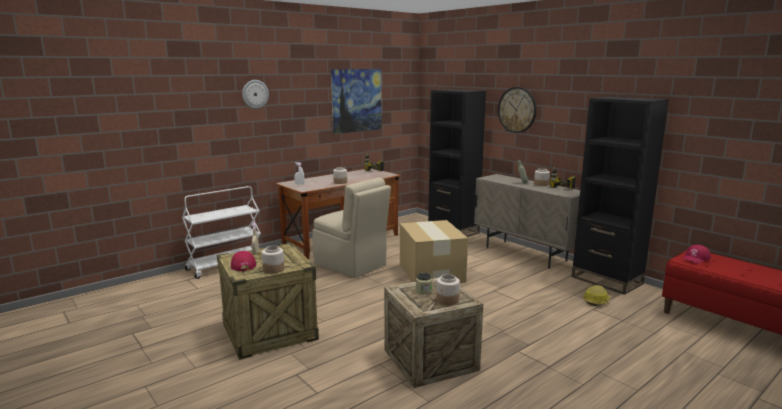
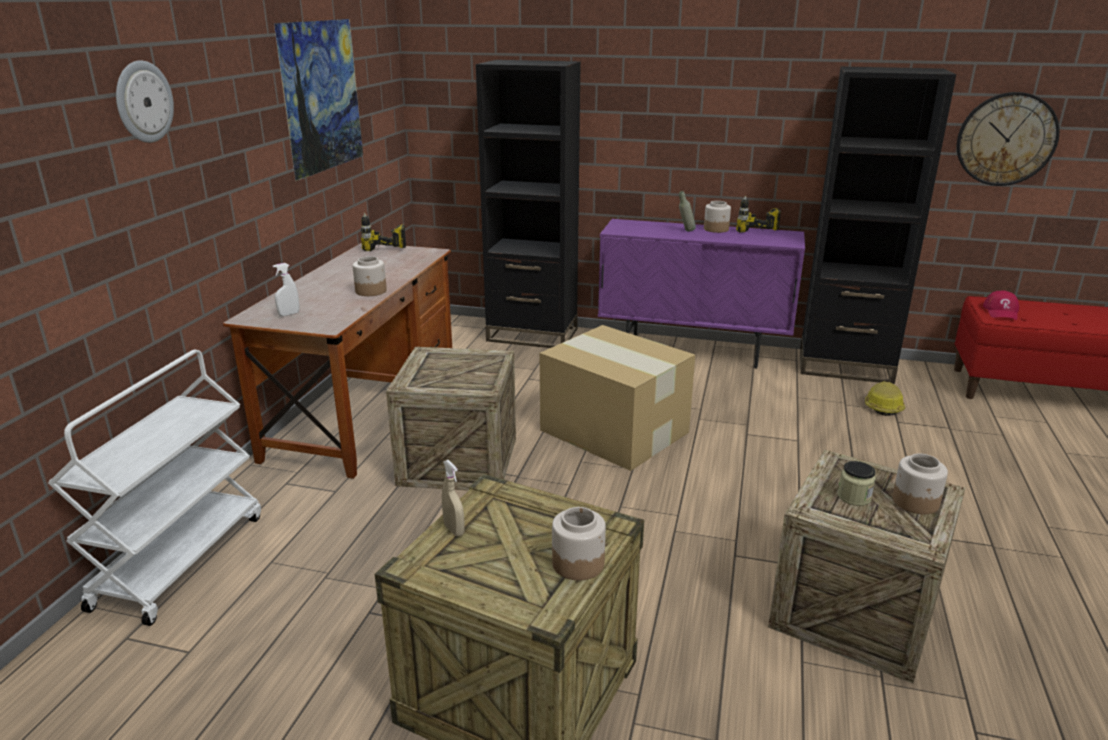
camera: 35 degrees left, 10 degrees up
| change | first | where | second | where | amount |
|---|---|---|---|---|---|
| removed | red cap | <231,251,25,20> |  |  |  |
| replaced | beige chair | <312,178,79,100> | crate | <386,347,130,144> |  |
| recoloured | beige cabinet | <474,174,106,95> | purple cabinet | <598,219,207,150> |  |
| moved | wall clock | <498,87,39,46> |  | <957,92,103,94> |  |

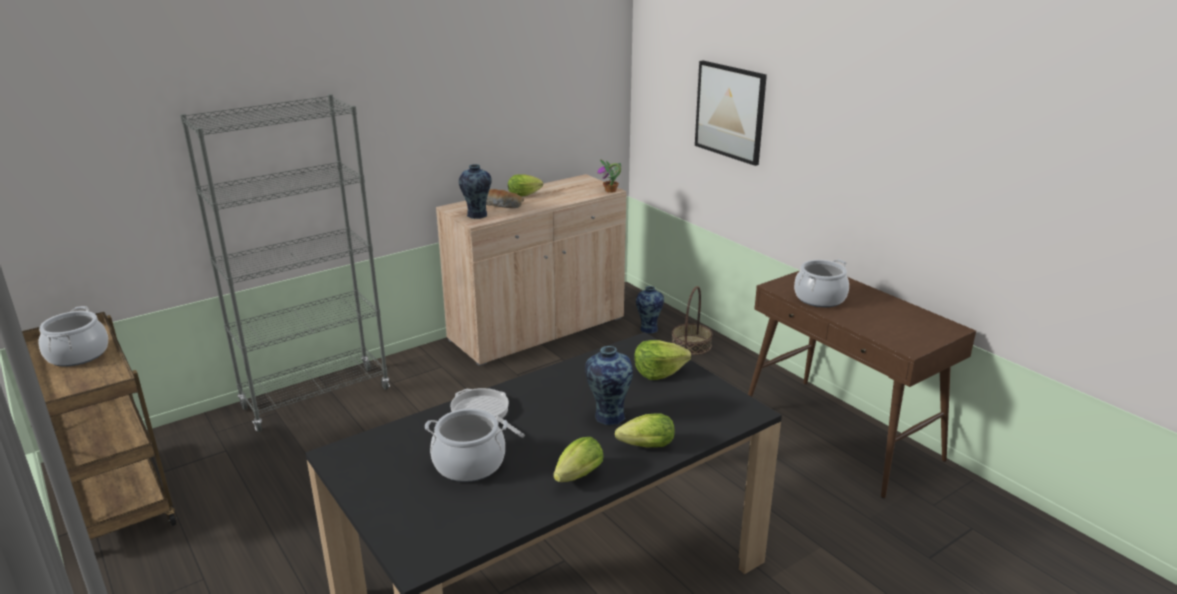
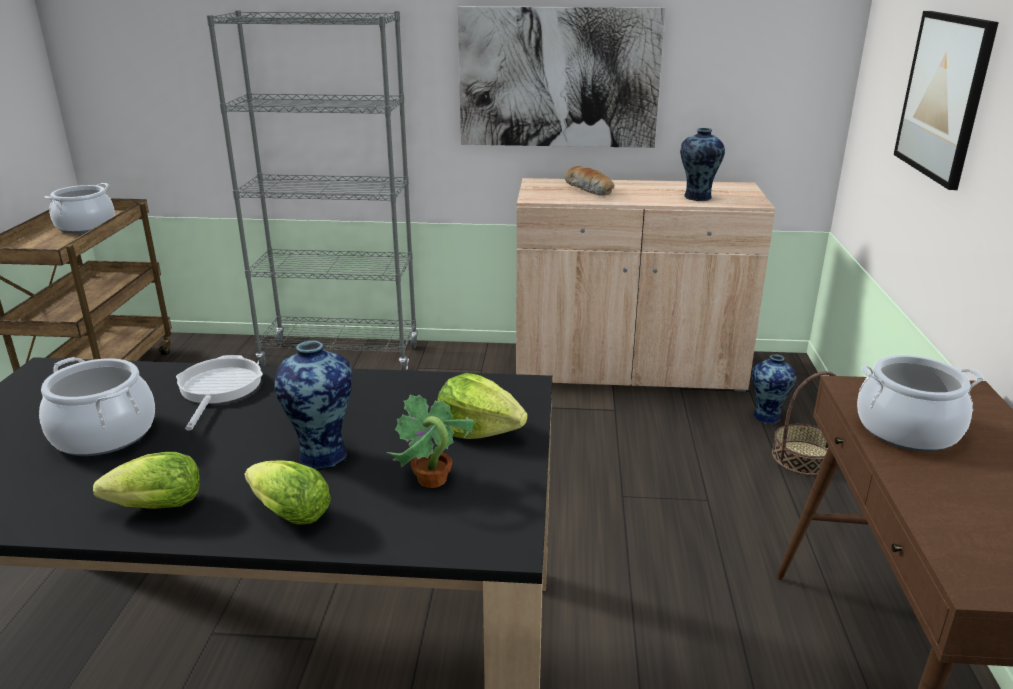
camera: 40 degrees right, 0 degrees up
| change | first | where | second | where | amount |
|---|---|---|---|---|---|
| moved | vase | <459,164,33,55> |  | <680,128,45,73> |  |
| removed | lettuce | <508,174,35,22> |  |  |  |
| moved | potted plant | <597,160,24,33> |  | <386,394,89,94> |  |
| added |  |  | picture | <458,7,207,141> |  |

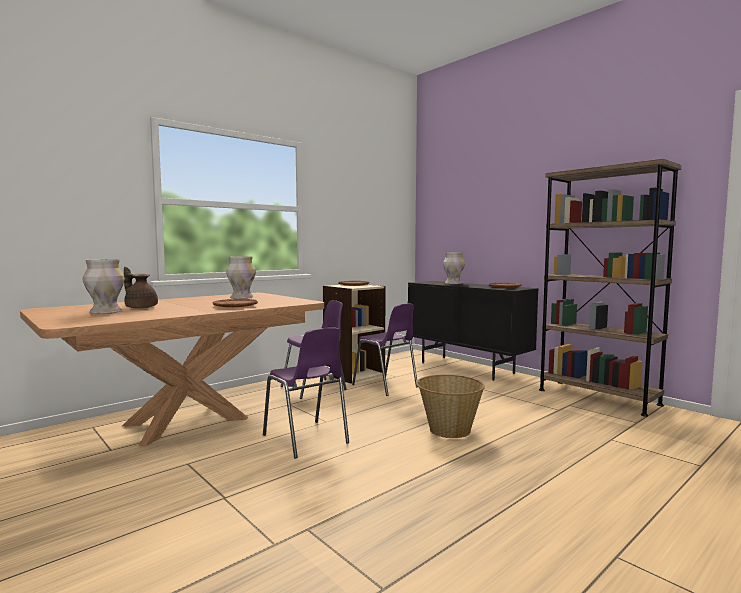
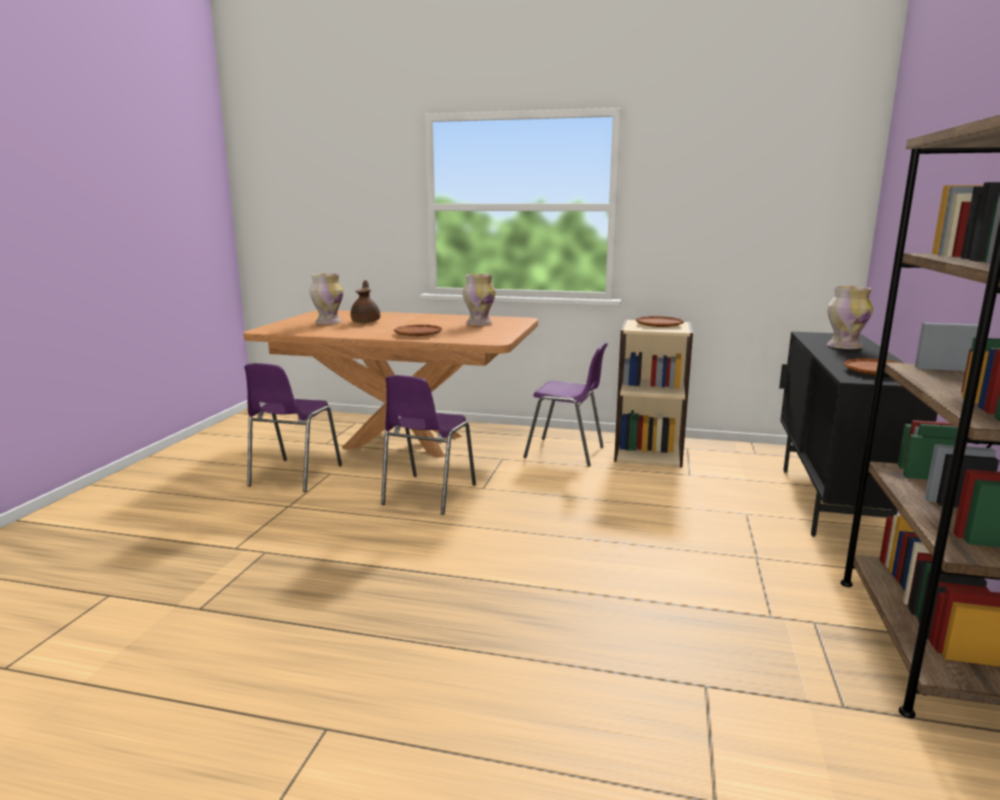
camera: 55 degrees right, 10 degrees up
| change | first | where | second | where | amount |
|---|---|---|---|---|---|
| moved | purple chair | <352,304,66,92> |  | <244,363,98,129> |  |
| removed | basket | <416,375,69,63> |  |  |  |

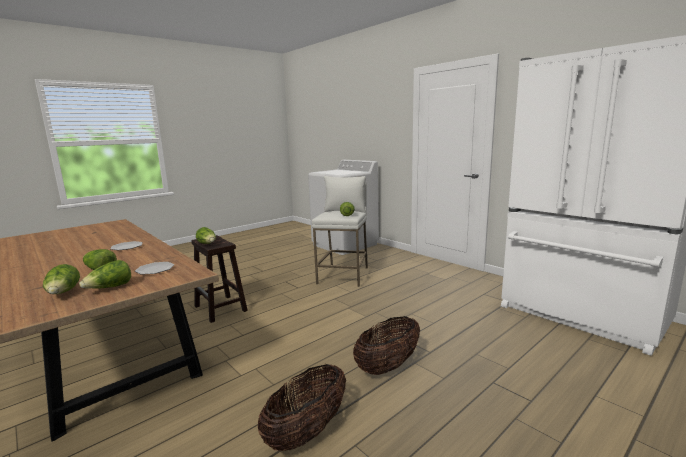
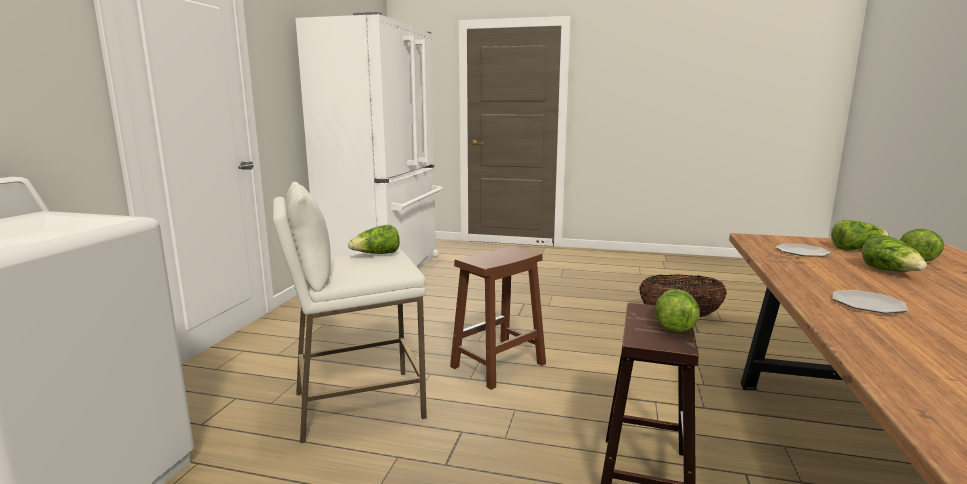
camera: 125 degrees left, 0 degrees up
| change | first | where | second | where | amount |
|---|---|---|---|---|---|
| removed | basket | <353,316,67,59> |  |  |  |
| added |  |  | brown stool | <450,246,96,144> |  |

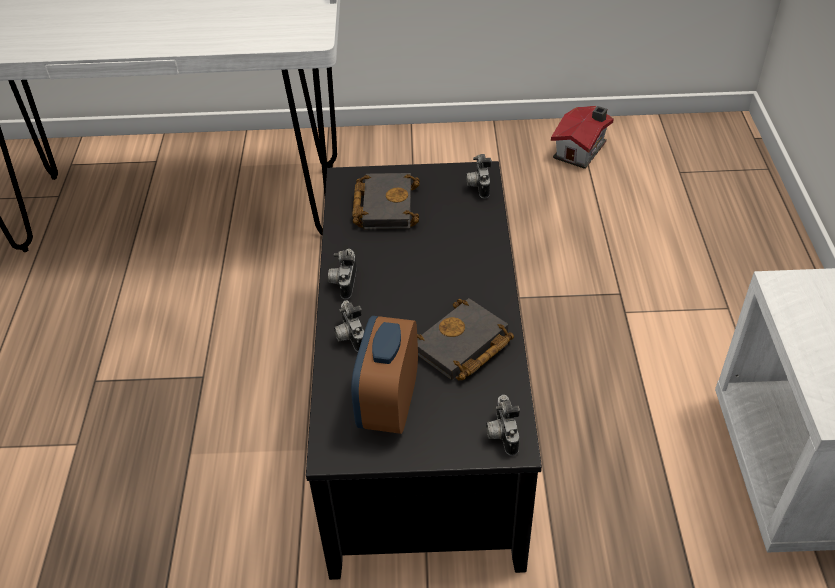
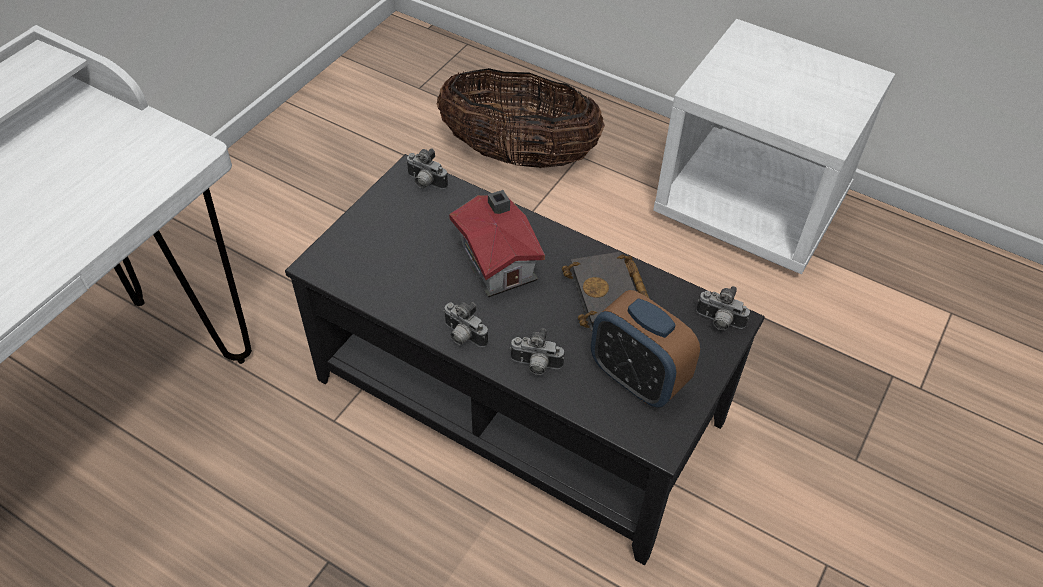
camera: 60 degrees left, 5 degrees up
| change | first | where | second | where | amount |
|---|---|---|---|---|---|
| removed | black book | <352,173,68,56> |  |  |  |
| moved | toy house | <551,106,63,63> |  | <449,190,96,107> |  |
| added |  |  | basket | <437,68,168,100> |  |

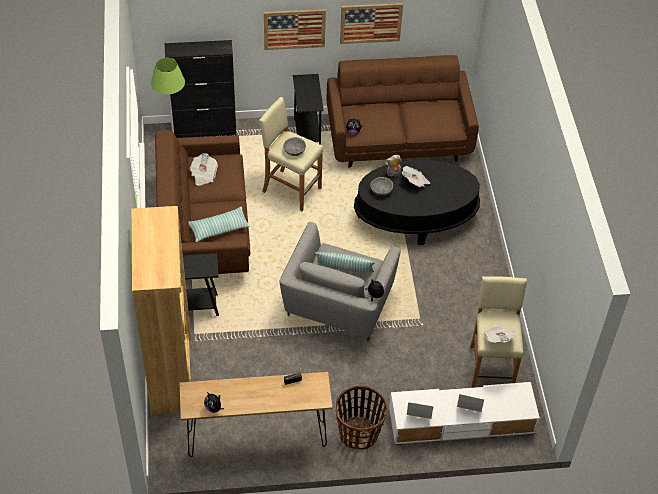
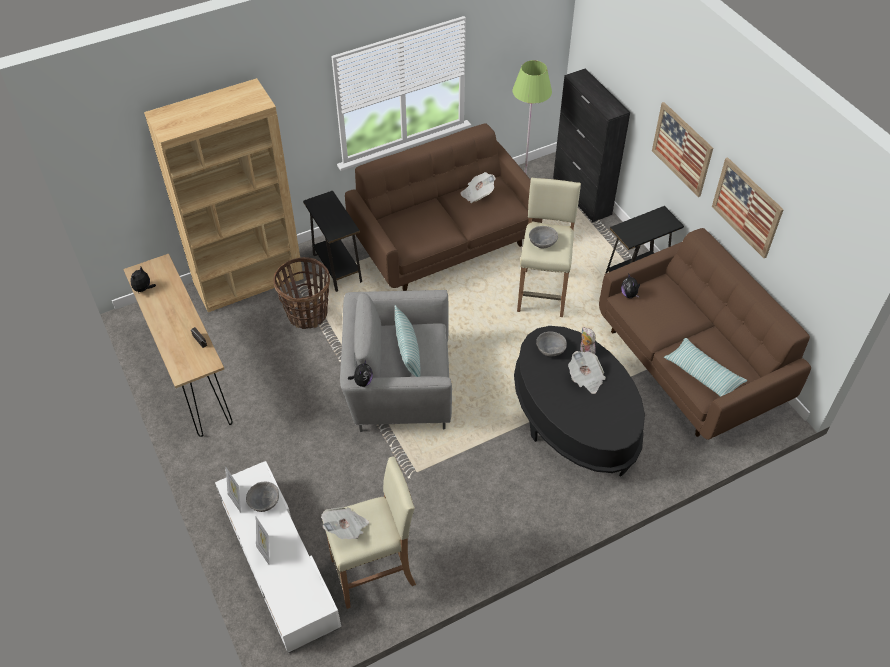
camera: 70 degrees right, 0 degrees up
| change | first | where | second | where | amount |
|---|---|---|---|---|---|
| moved | pillow | <188,207,62,35> |  | <664,338,83,59> |  |
| moved | basket | <335,386,53,64> |  | <274,257,56,72> |  |
| added |  |  | grey bowl | <246,482,33,30> |  |

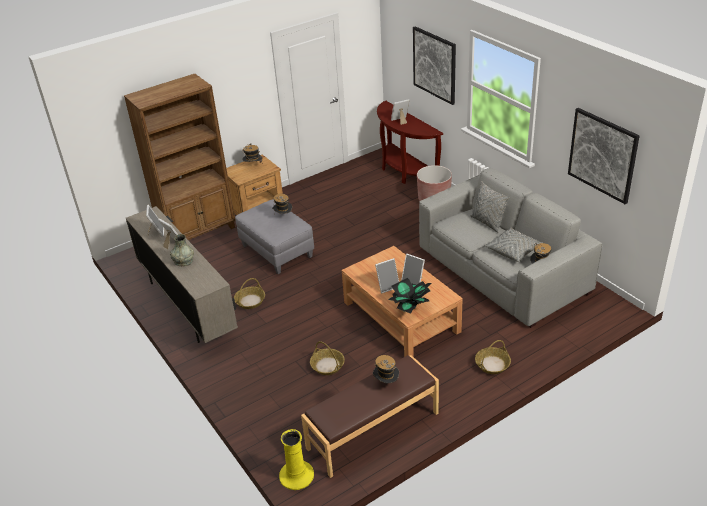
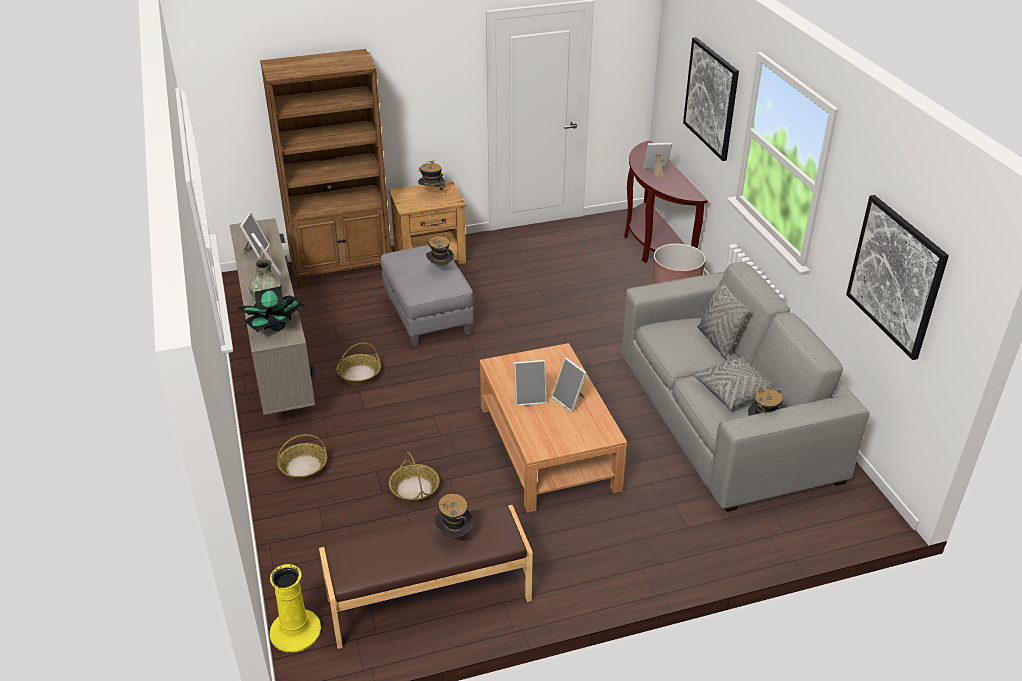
camera: 15 degrees right, 0 degrees up
| change | first | where | second | where | amount |
|---|---|---|---|---|---|
| moved | potted plant | <389,278,42,36> |  | <237,286,70,46> |  |
| moved | basket | <475,340,36,34> |  | <277,434,50,46> |  |

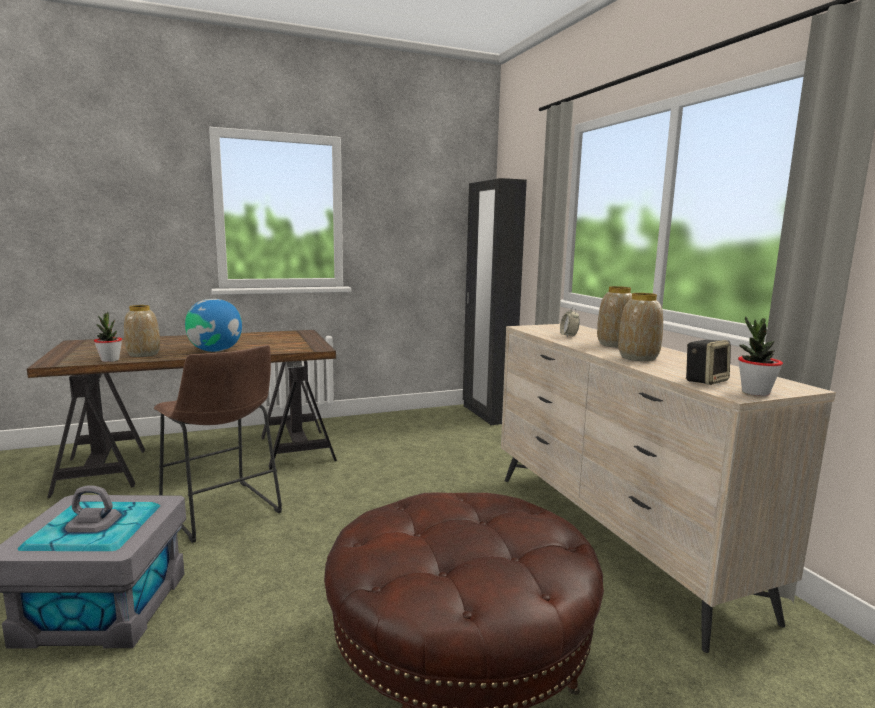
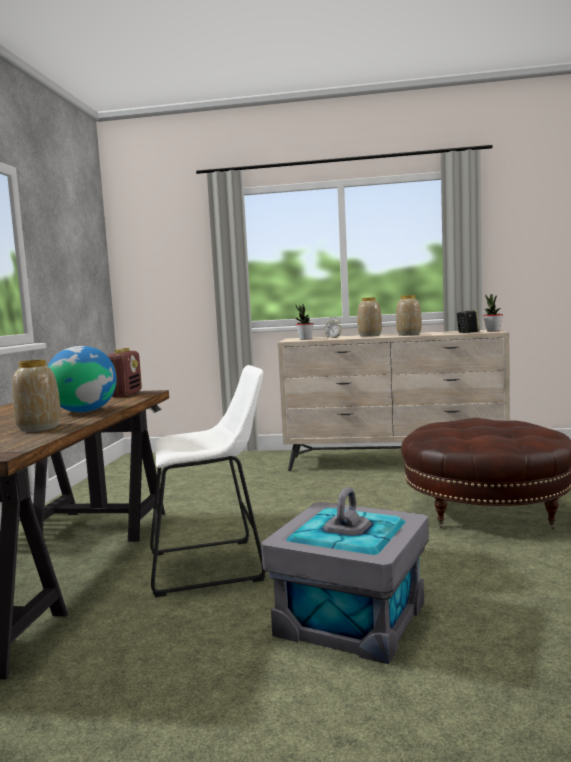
camera: 60 degrees left, 5 degrees down
| change | first | where | second | where | amount |
|---|---|---|---|---|---|
| moved | potted plant | <94,312,28,50> |  | <295,304,19,36> |  |
| recoloured | brown stool | <154,345,128,198> | white stool | <150,365,115,232> |  |
| removed | black wardrobe | <463,178,64,247> |  |  |  |
| added |  |  | radio | <107,348,35,50> |  |

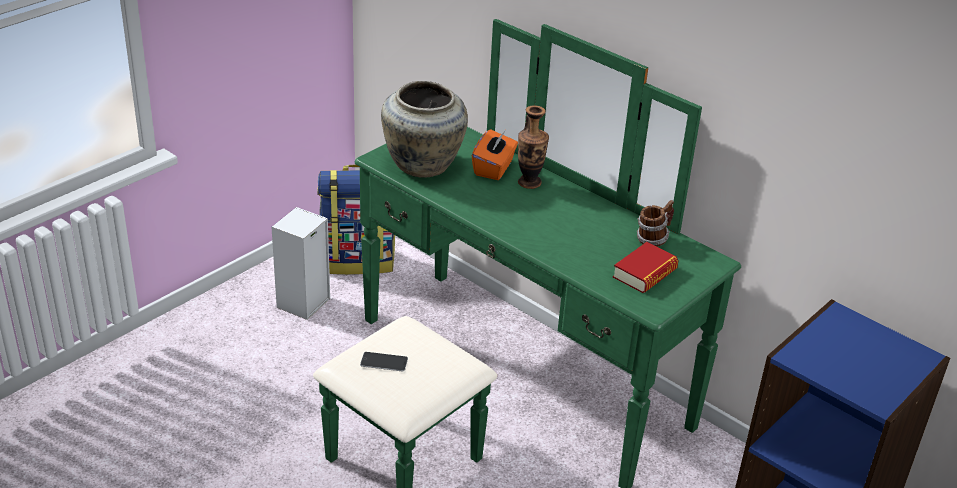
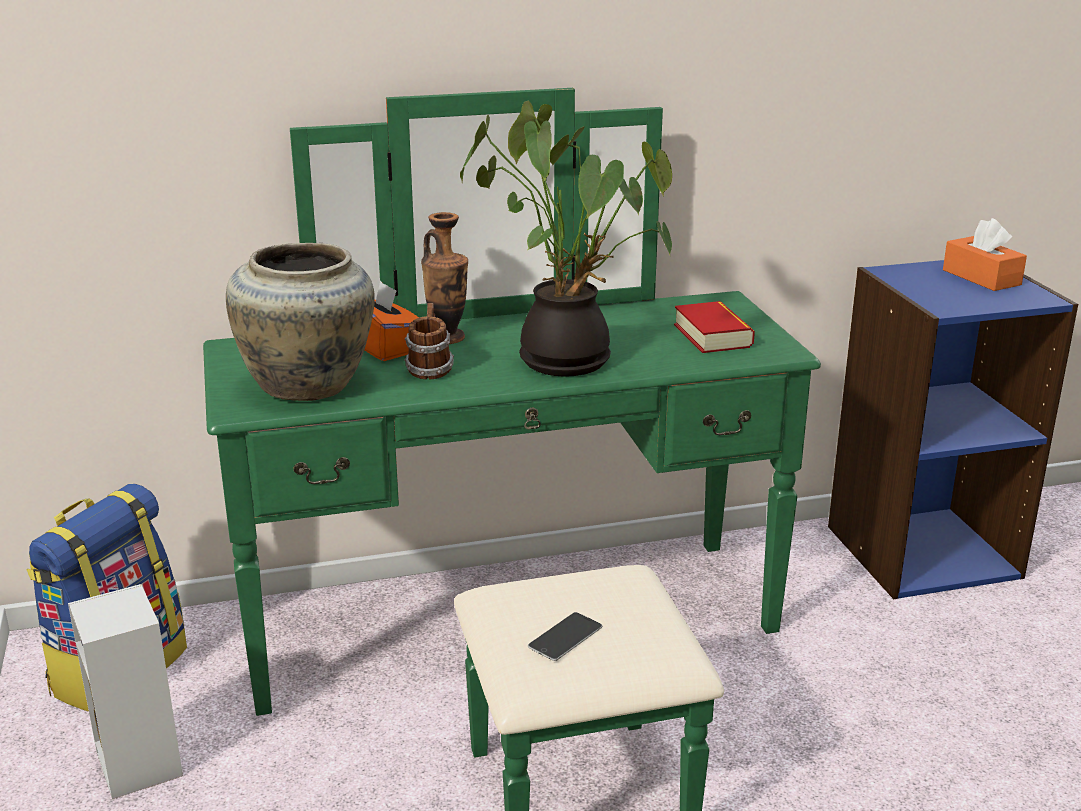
camera: 55 degrees left, 10 degrees down
| change | first | where | second | where | amount |
|---|---|---|---|---|---|
| moved | mug | <637,200,37,47> |  | <404,303,50,77> |  |
| added |  |  | potted plant | <460,101,212,276> |  |
| added |  |  | orange tissue box | <943,218,84,73> |  |

